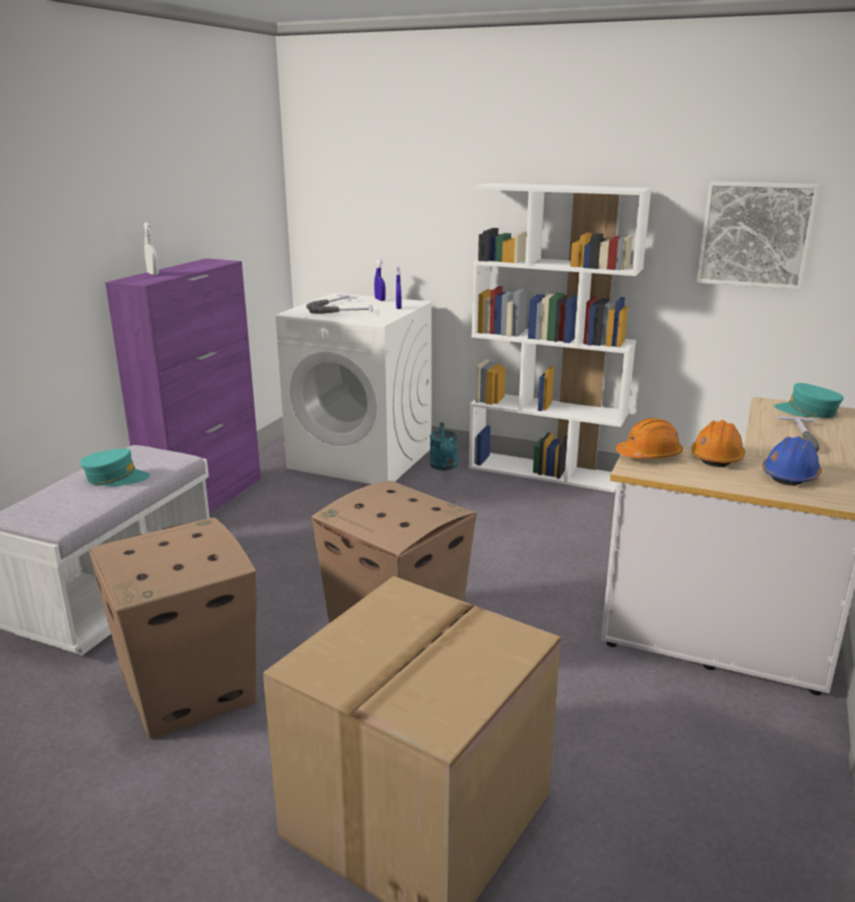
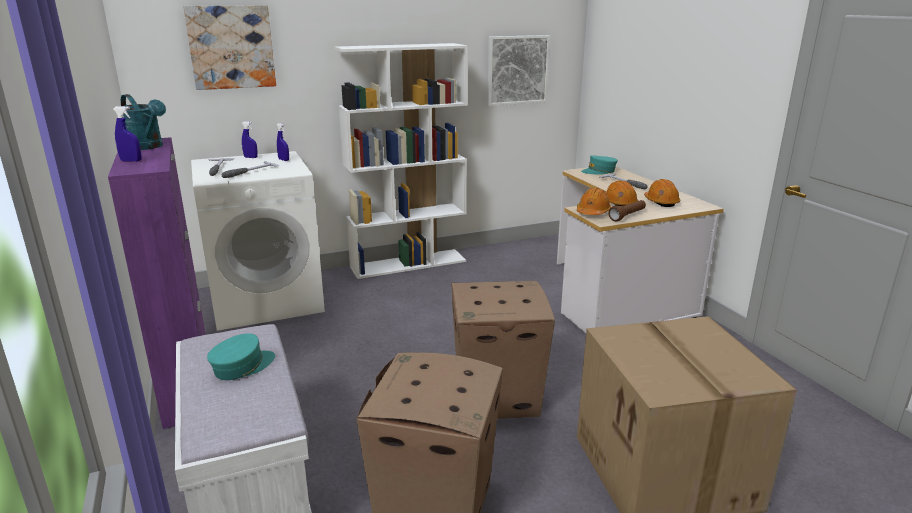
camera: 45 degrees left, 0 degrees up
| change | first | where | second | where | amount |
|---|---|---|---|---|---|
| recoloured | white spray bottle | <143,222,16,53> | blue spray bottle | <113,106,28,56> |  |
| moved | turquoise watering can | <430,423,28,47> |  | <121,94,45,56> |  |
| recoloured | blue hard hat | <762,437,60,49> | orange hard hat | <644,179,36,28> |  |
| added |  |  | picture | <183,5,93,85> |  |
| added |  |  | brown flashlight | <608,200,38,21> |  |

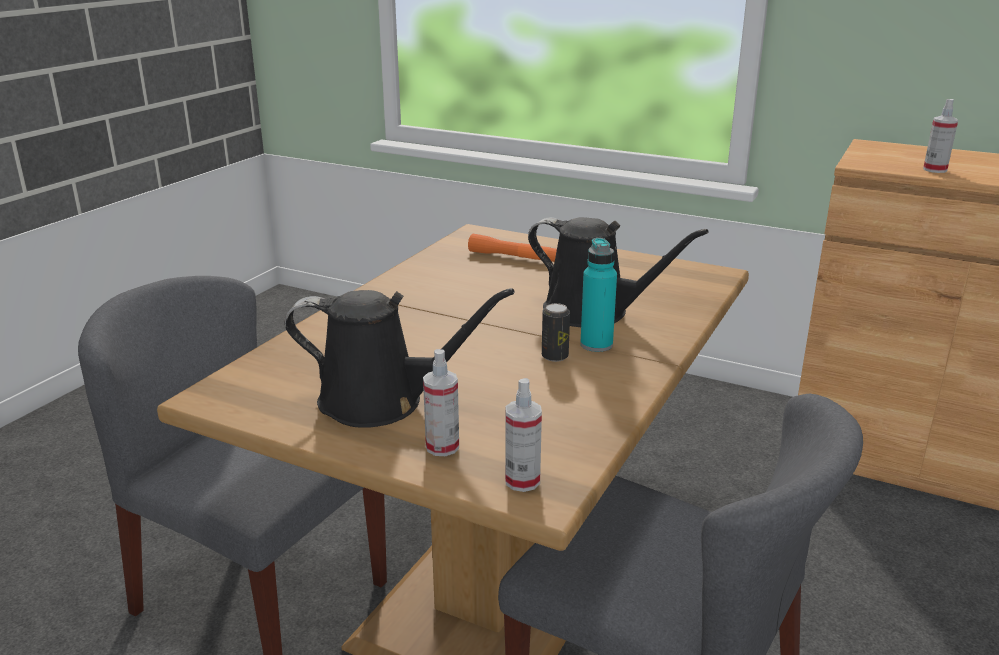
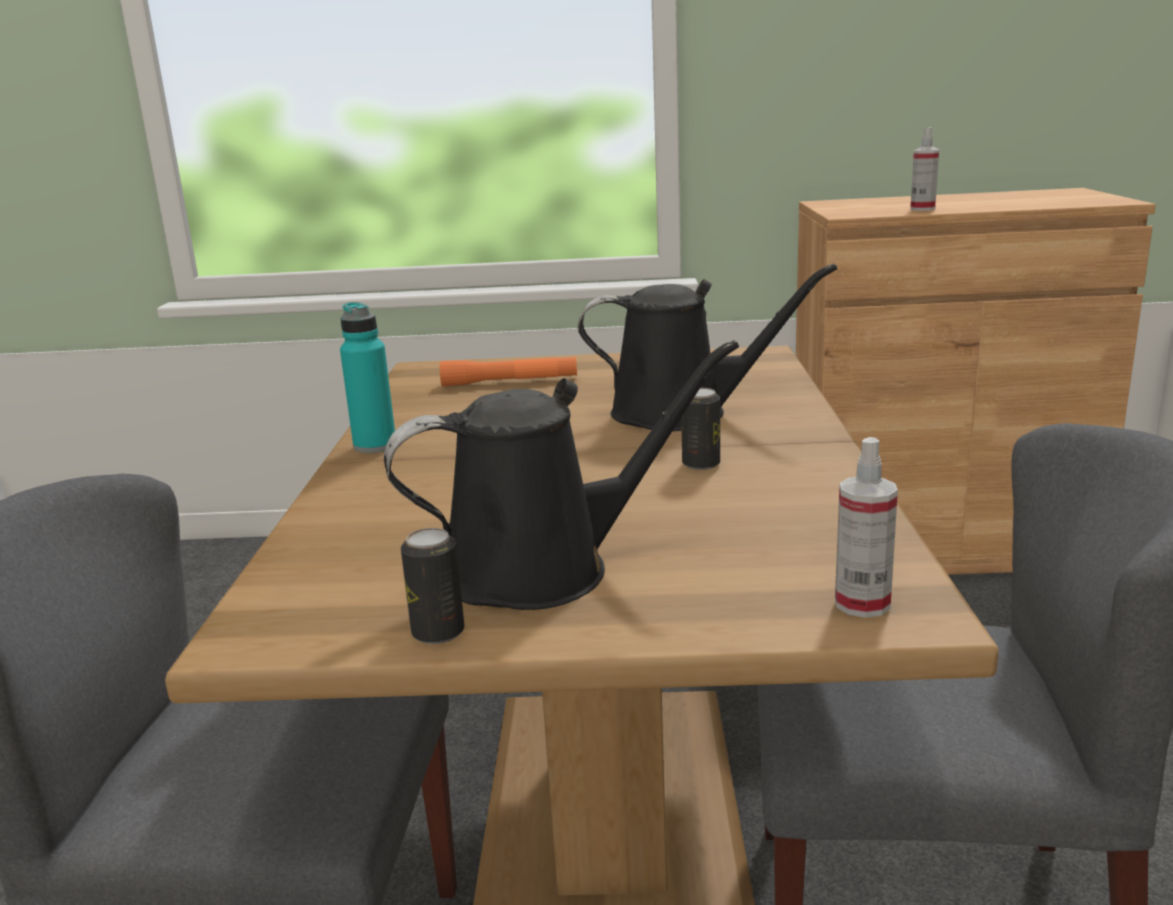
camera: 25 degrees left, 5 degrees down
| change | first | where | second | where | amount |
|---|---|---|---|---|---|
| removed | spray bottle | <423,349,36,107> |  |  |  |
| moved | turquoise bottle | <580,238,37,114> |  | <340,302,55,151> |  |
| added |  |  | can | <401,528,64,116> |  |

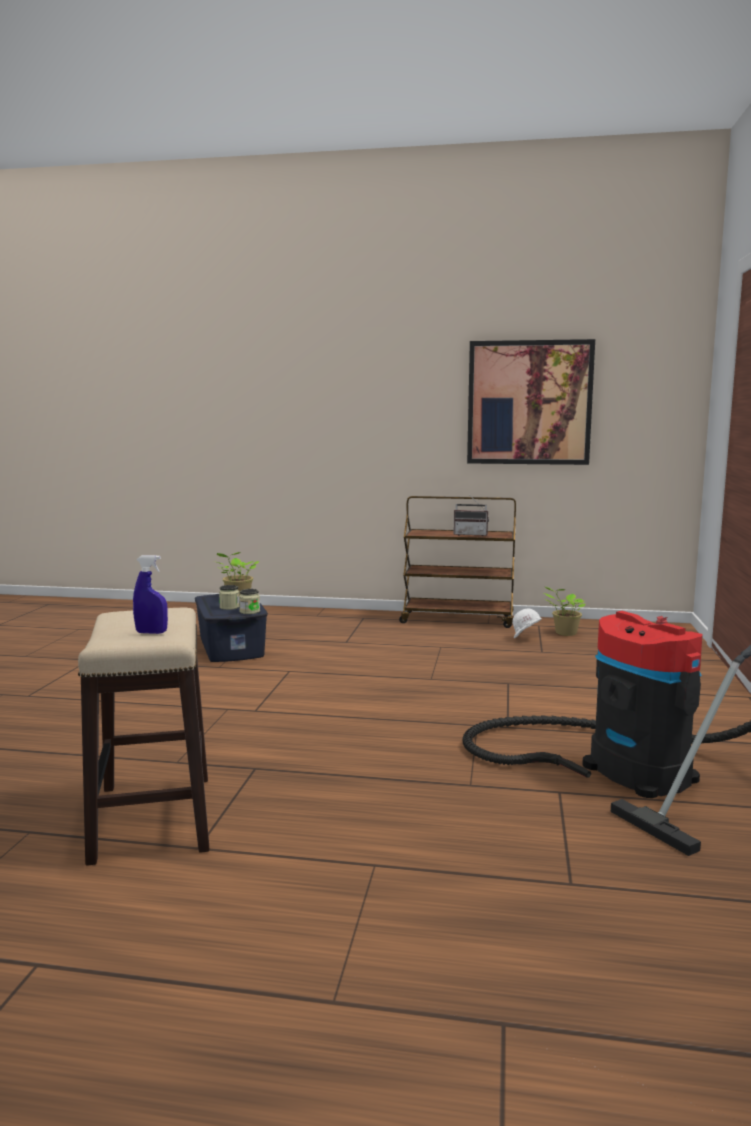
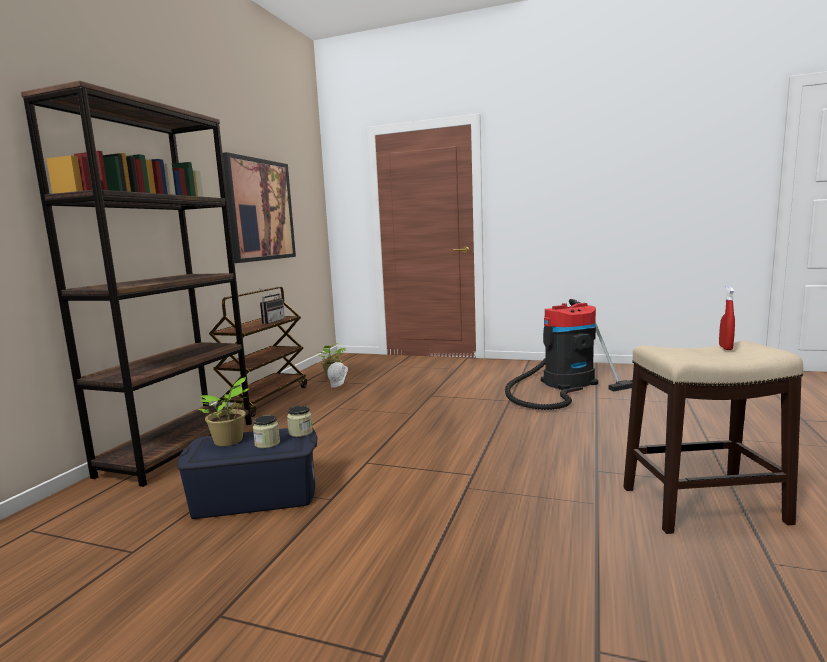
camera: 80 degrees left, 0 degrees up
| change | first | where | second | where | amount |
|---|---|---|---|---|---|
| recoloured | blue spray bottle | <133,555,35,79> | red spray bottle | <719,286,16,64> |  |
| added |  |  | brown bookcase | <21,80,231,407> |  |

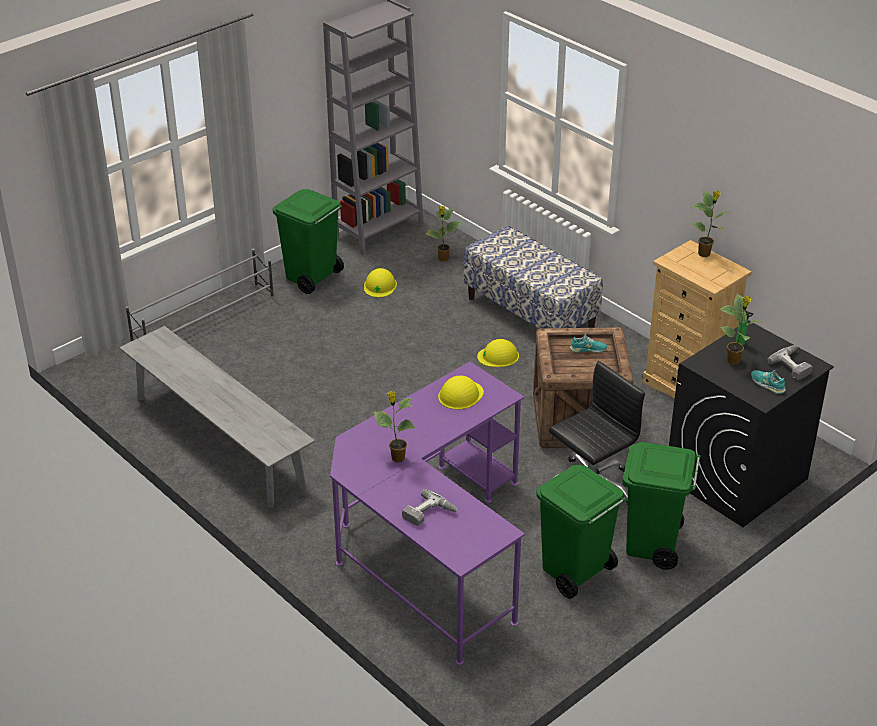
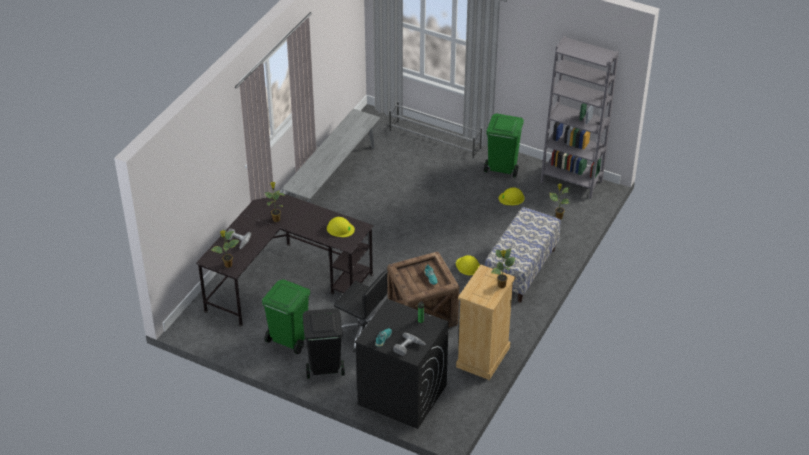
camera: 70 degrees right, 5 degrees up
| change | first | where | second | where | amount |
|---|---|---|---|---|---|
| recoloured | purple desk | <330,362,195,303> | black desk | <196,194,178,133> |  |
| recoloured | green trash can | <622,442,79,128> | black trash can | <303,308,42,71> |  |
| moved | potted plant | <719,294,41,71> |  | <211,230,29,38> |  |

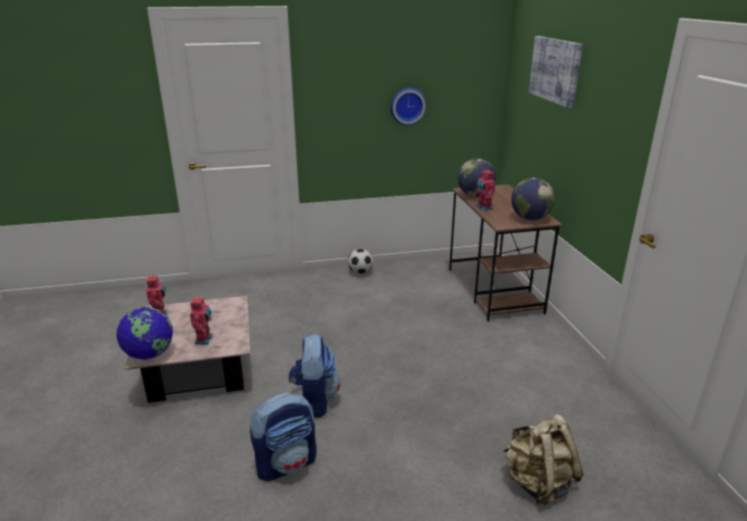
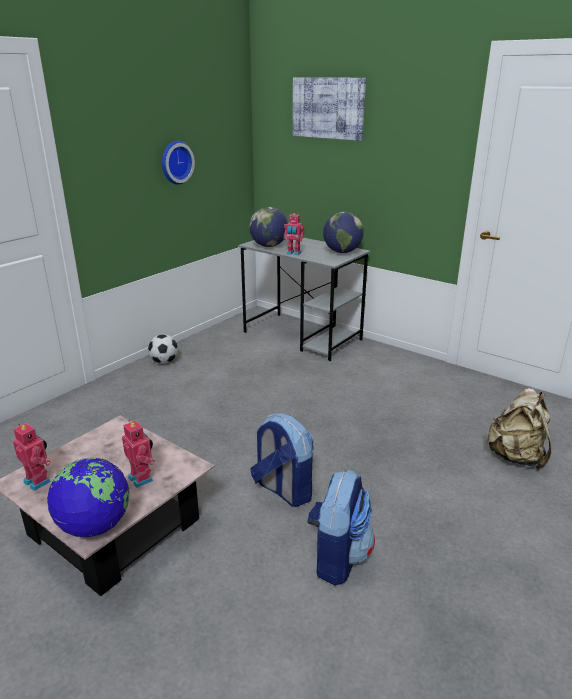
camera: 40 degrees left, 0 degrees up
| change | first | where | second | where | amount |
|---|---|---|---|---|---|
| recoloured | brown desk | <449,184,113,138> | grey desk | <238,238,133,123> |  |

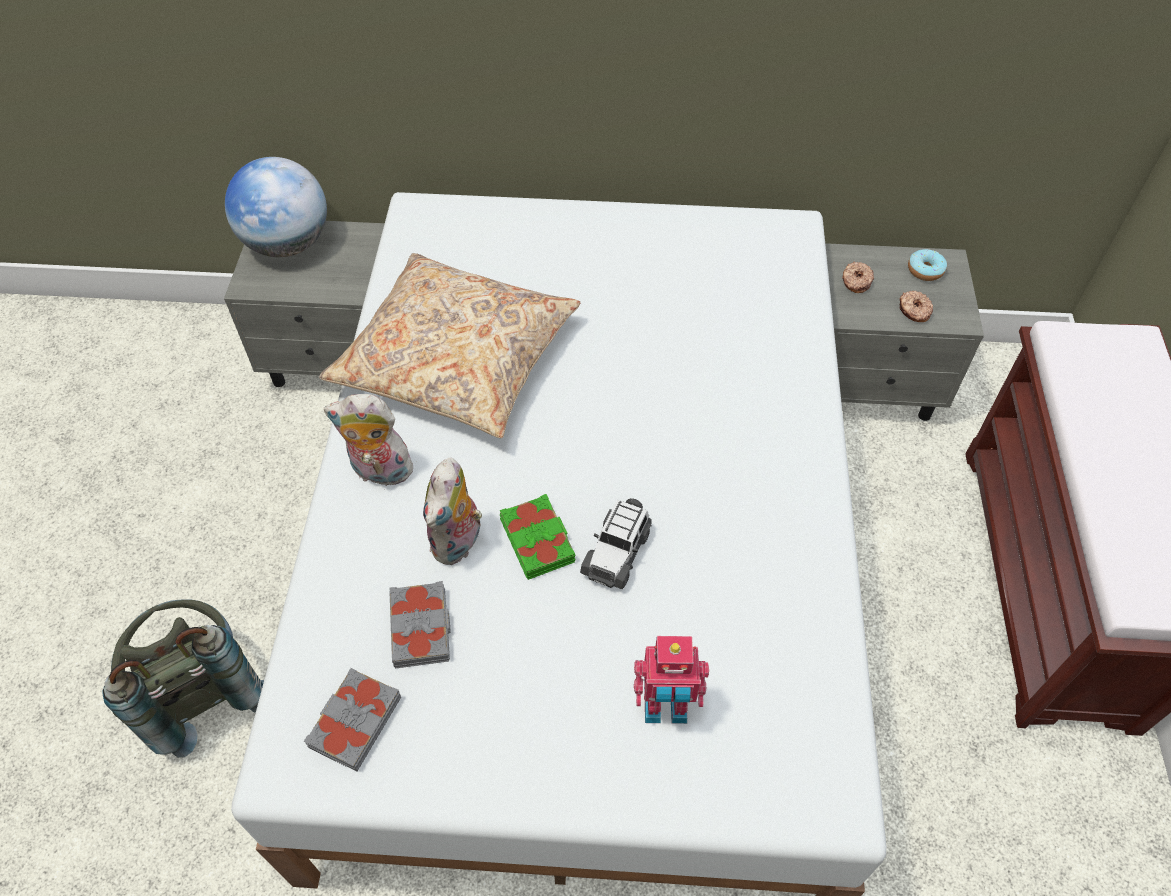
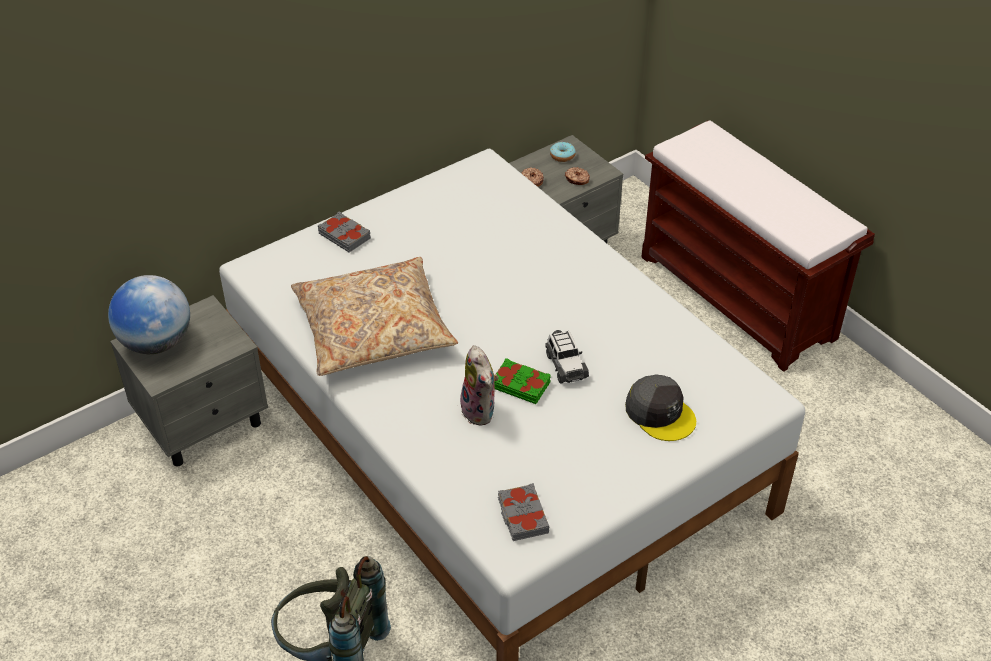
camera: 40 degrees left, 10 degrees down
| change | first | where | second | where | amount |
|---|---|---|---|---|---|
| removed | plush toy | <324,394,92,92> |  |  |  |
| moved | grey book | <389,581,62,88> |  | <318,211,53,42> |  |
| replaced | toy robot | <634,636,75,88> | grey cap | <625,375,71,66> |  |

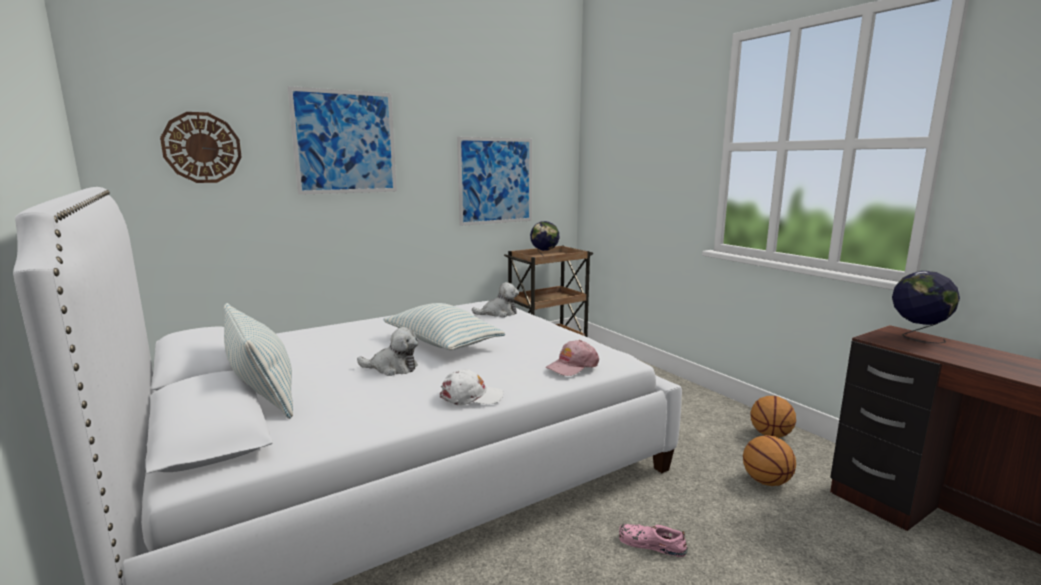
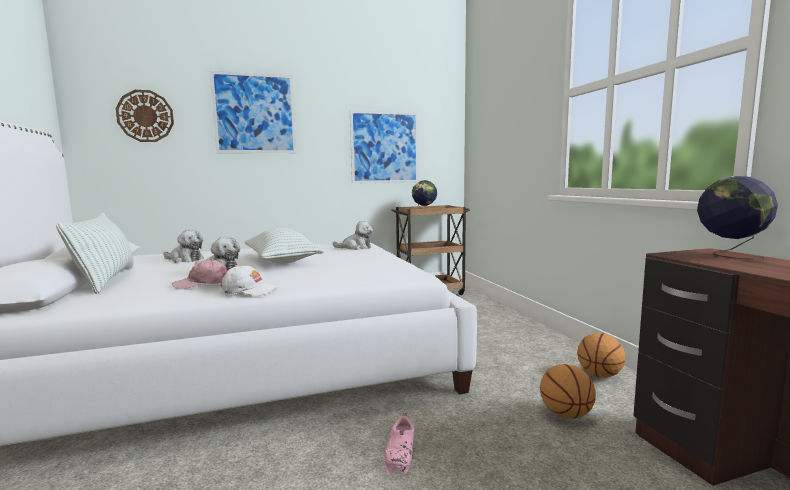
camera: 15 degrees right, 5 degrees down
| change | first | where | second | where | amount |
|---|---|---|---|---|---|
| moved | pink cap | <546,340,53,36> |  | <172,259,55,30> |  |
| turned | pink shoe | <619,524,69,33> |  | <384,413,31,62> | 120 degrees counterclockwise |
| added |  |  | plush toy | <163,230,41,33> |  |

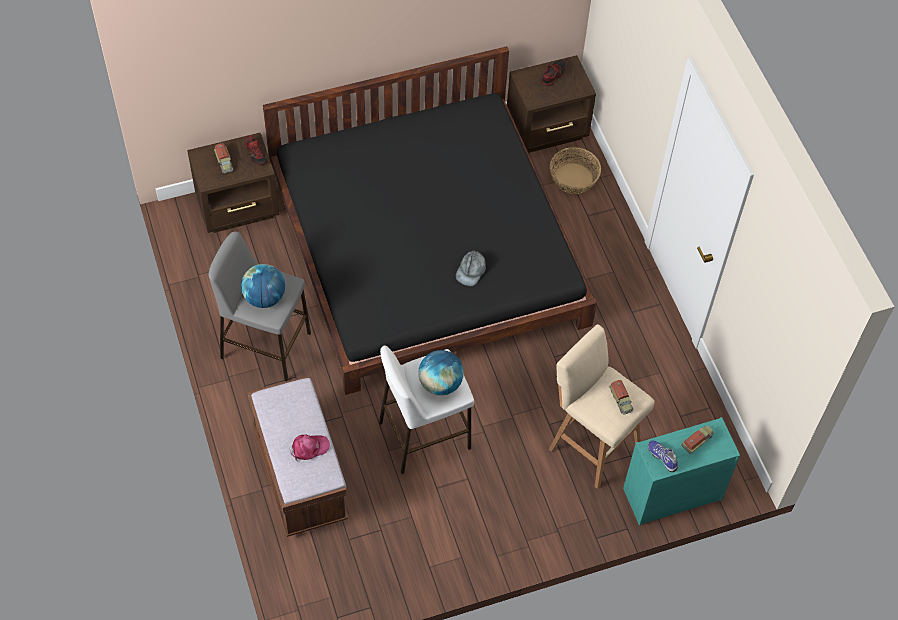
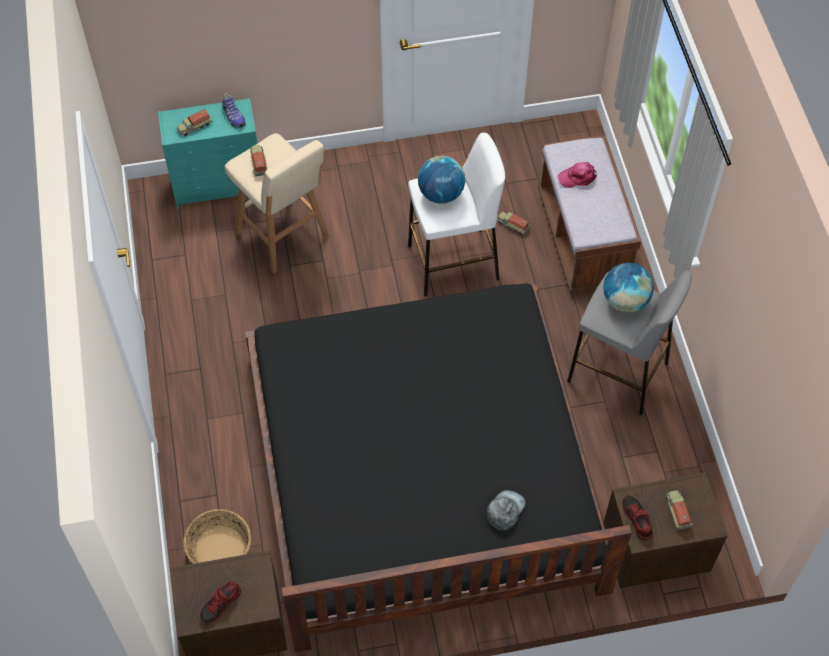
camera: 170 degrees left, 0 degrees up
| change | first | where | second | where | amount |
|---|---|---|---|---|---|
| moved | grey cap | <456,250,30,36> |  | <487,490,39,41> |  |
| added |  |  | toy truck | <497,212,34,23> |  |

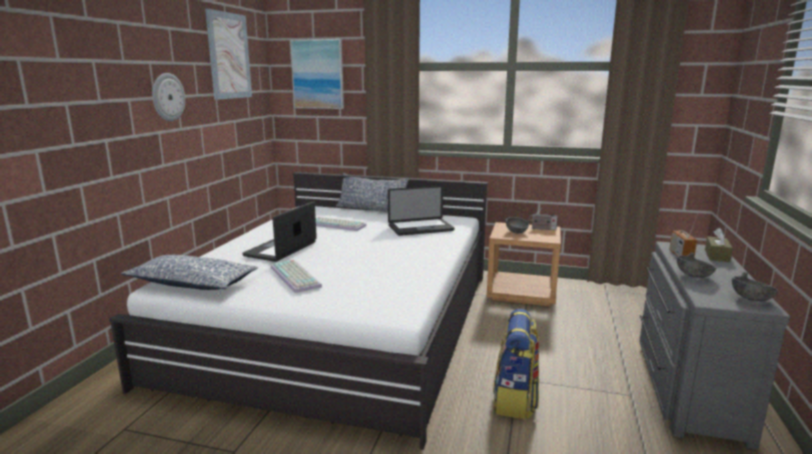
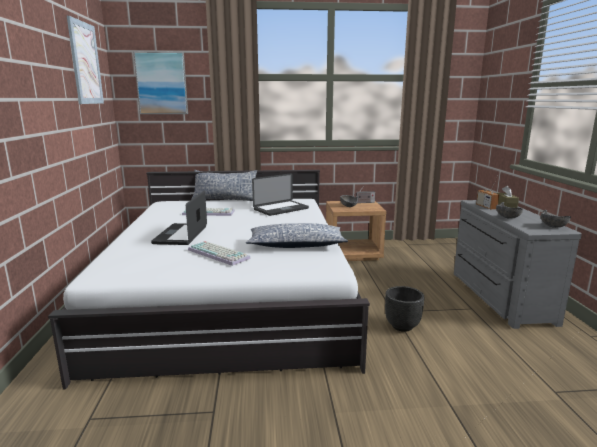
camera: 20 degrees left, 0 degrees up
| change | first | where | second | where | amount |
|---|---|---|---|---|---|
| moved | pillow | <121,255,137,35> |  | <246,223,102,25> |  |
| removed | wall clock | <152,73,33,48> |  |  |  |
| replaced | backpack | <493,309,46,110> | black planter | <385,286,39,46> |  |

